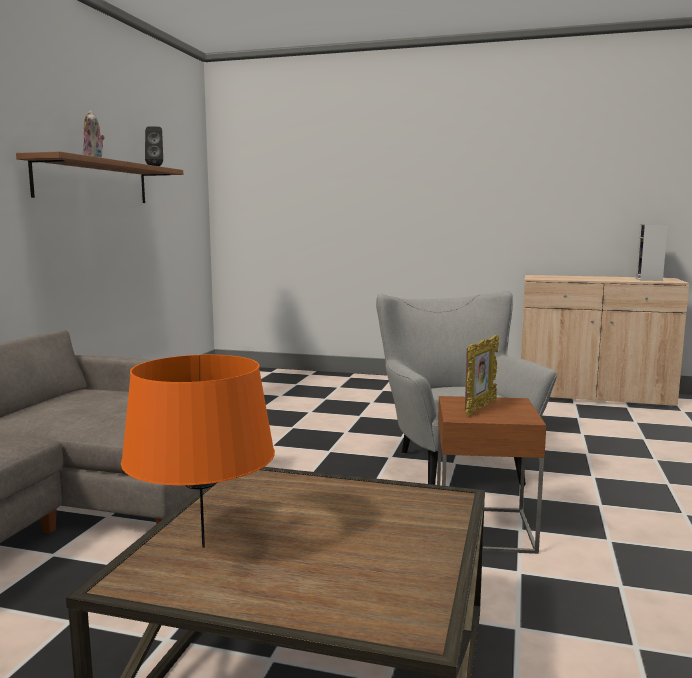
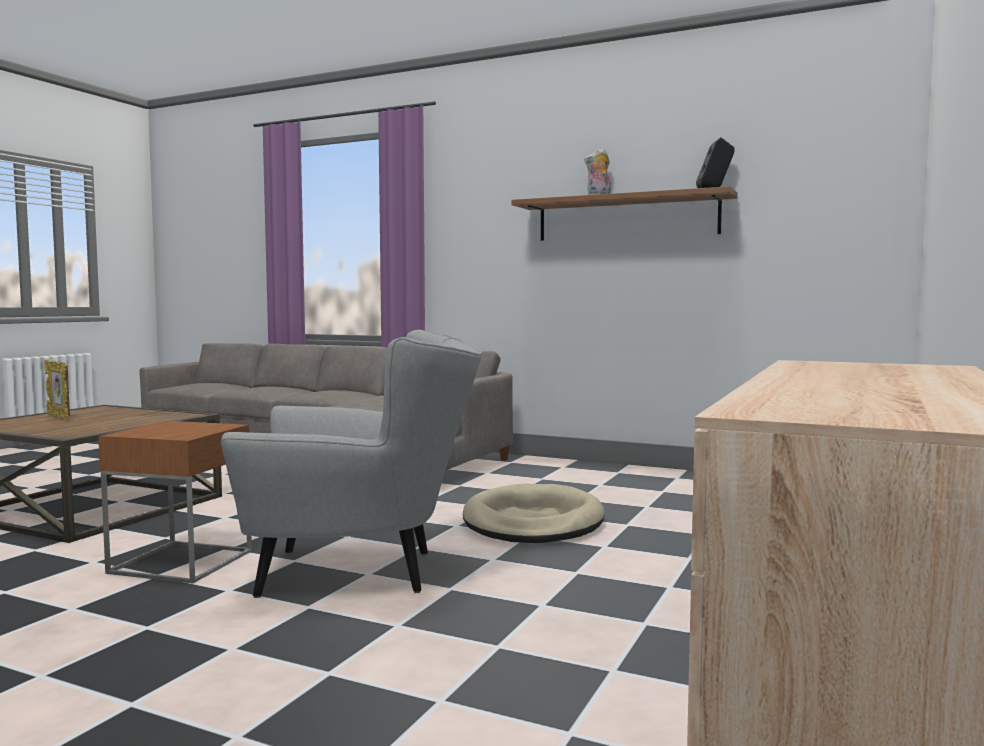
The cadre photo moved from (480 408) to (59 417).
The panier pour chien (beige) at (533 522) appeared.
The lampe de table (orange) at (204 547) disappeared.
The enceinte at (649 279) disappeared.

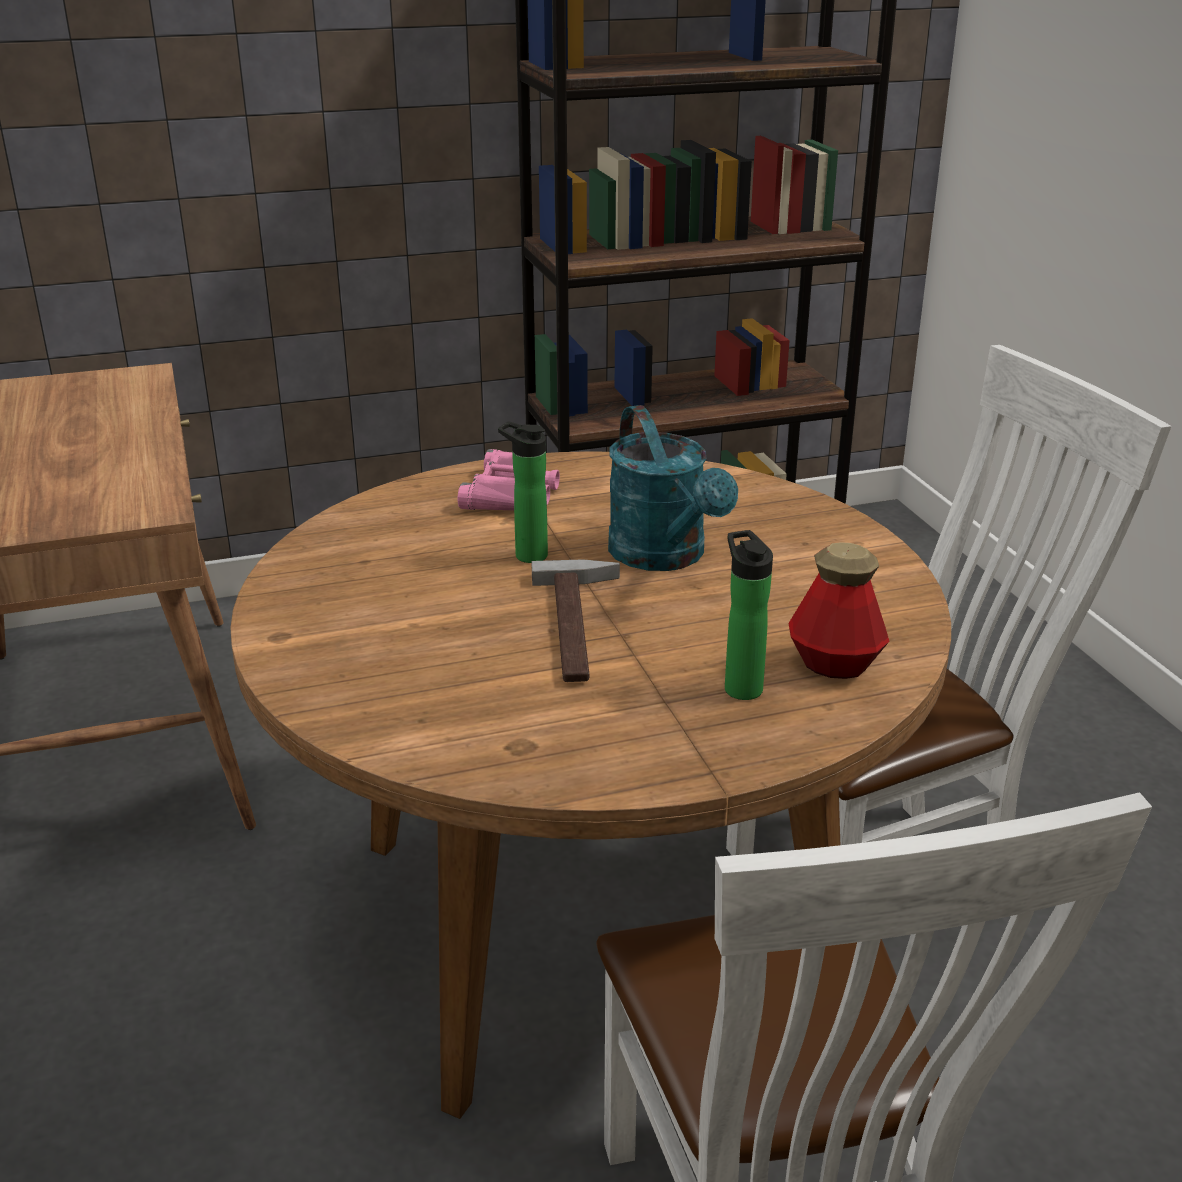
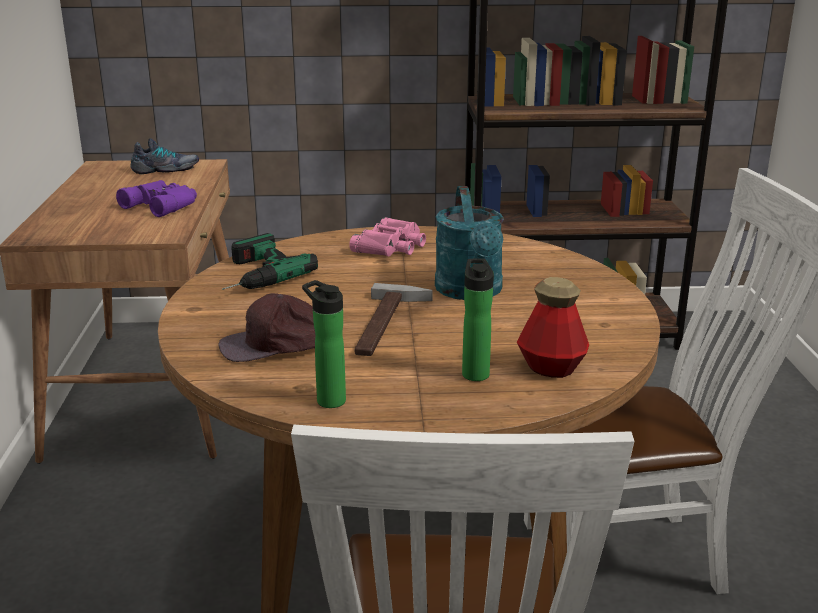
The jumelles (violet) at (163 205) appeared.
The chaussure at (166 170) appeared.
The casquette (marron) at (276 345) appeared.
The perceuse at (251 275) appeared.
The bouteille moved from (526 555) to (328 399).

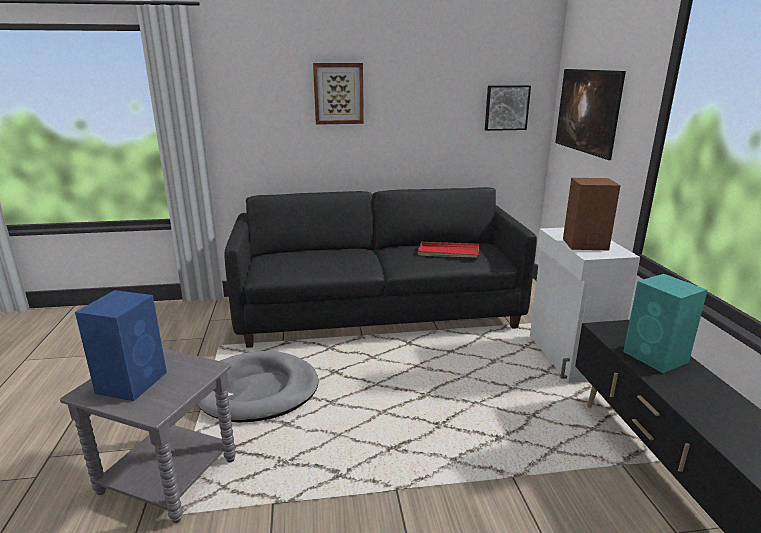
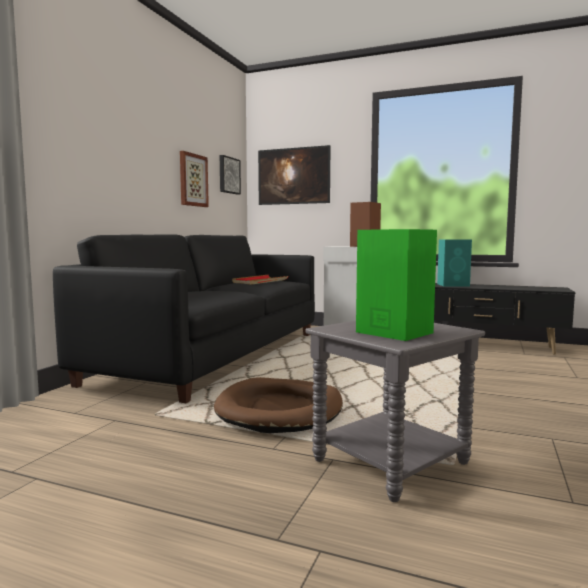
The tableau moved from (338 93) to (193 180).
The panier pour chien (gris) at (257 390) became the panier pour chien (marron) at (280 410).
The enceinte (bleu) at (133 382) became the enceinte (vert) at (392 332).

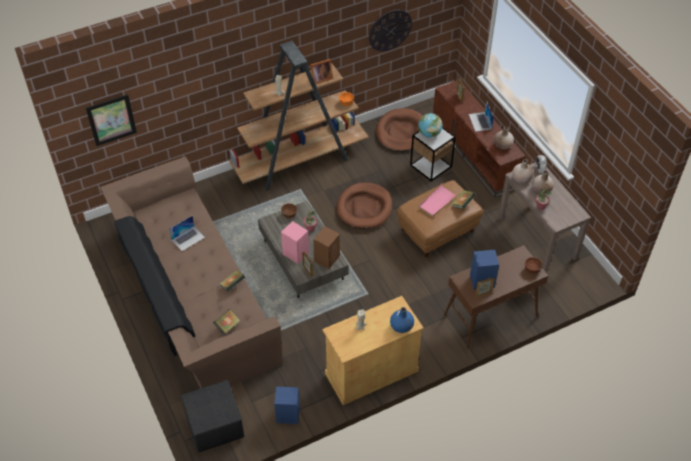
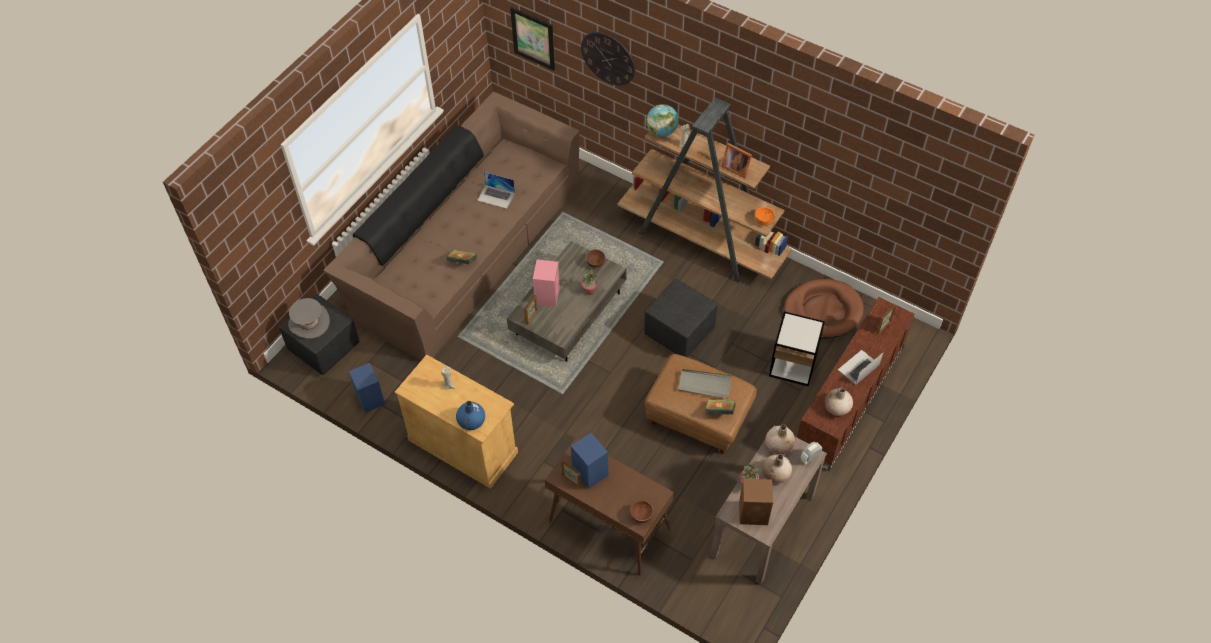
The chapeau (gris) at (309 322) appeared.
The horloge murale moved from (390 30) to (608 58).
The panier pour chien (marron) at (364 208) was replaced by the pouf (noir) at (680 332).
The globe moved from (429 134) to (662 131).
The plateau (rose) at (437 201) became the plateau (gris) at (704 385).
The enceinte (marron) moved from (327 258) to (754 513).
The livre at (227 326) disappeared.

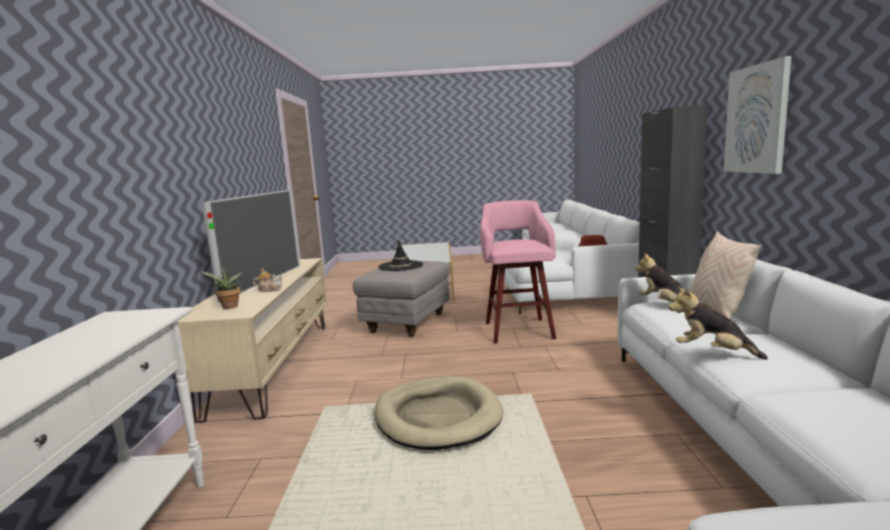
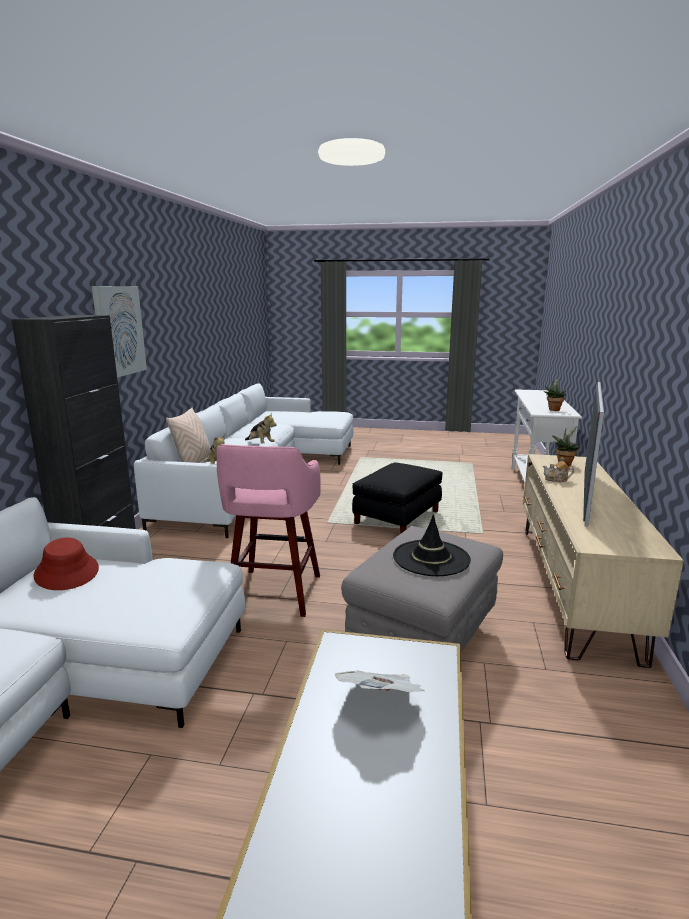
The journal at (381 700) appeared.
The panier pour chien (beige) at (438 417) was replaced by the pouf (noir) at (397 518).
The plante en pot at (553 409) appeared.

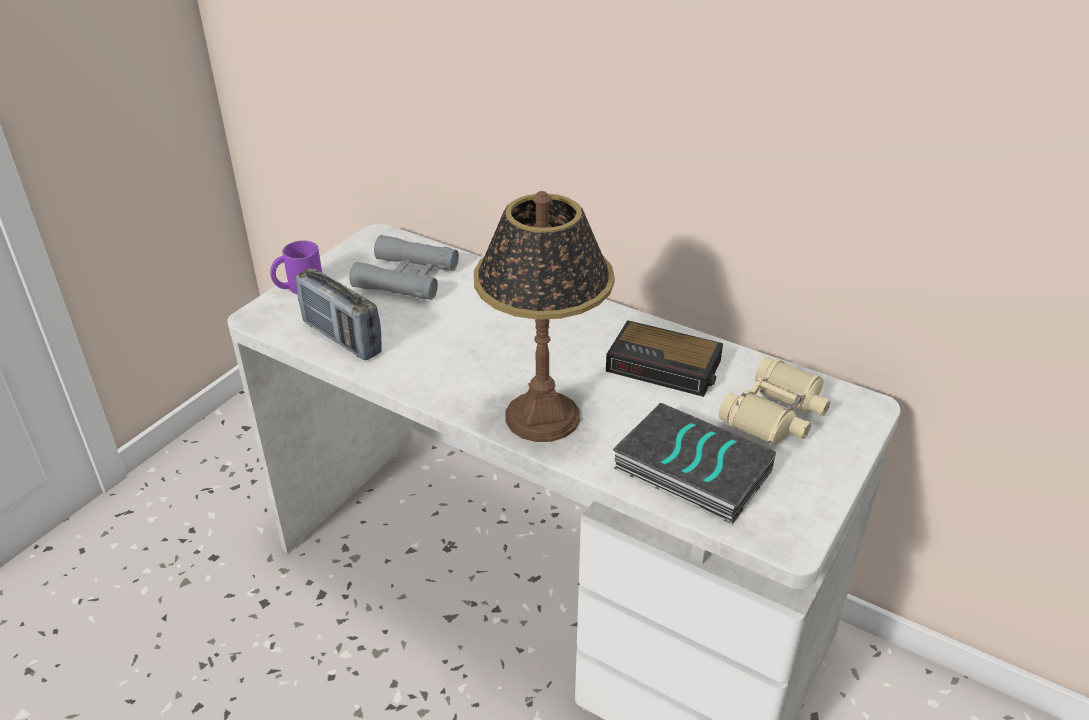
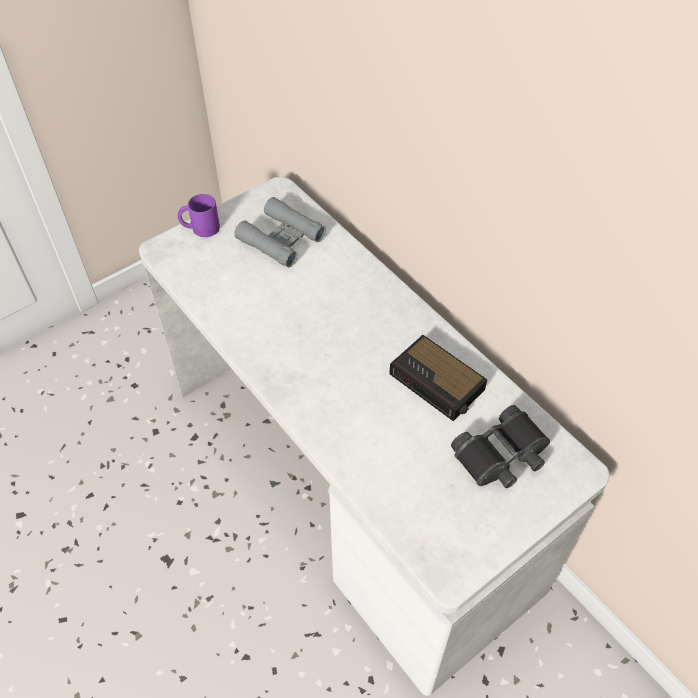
The jumelles (beige) at (776 414) became the jumelles (noir) at (501 456).
The radio at (342 338) disappeared.
The lampe de table at (543 416) disappeared.
The livre at (690 471) disappeared.

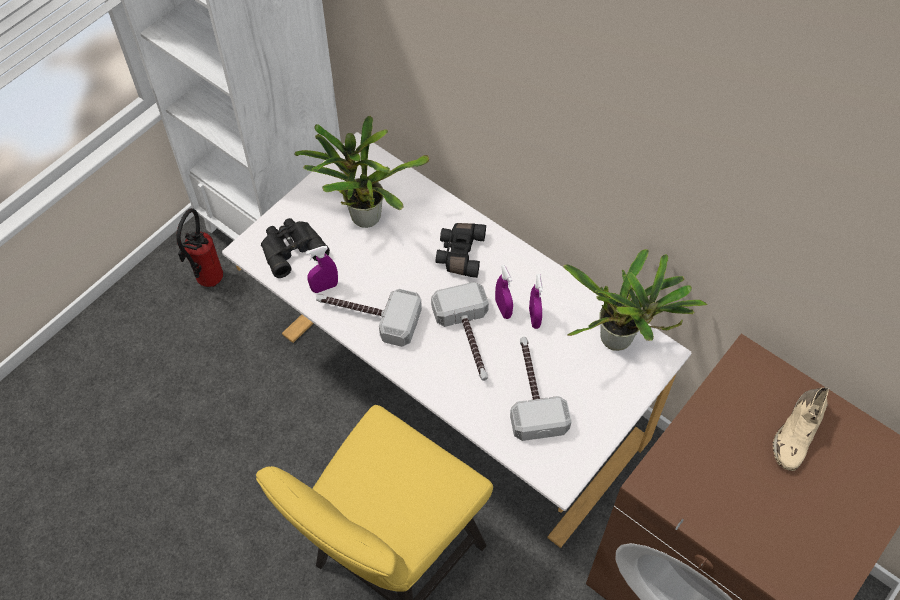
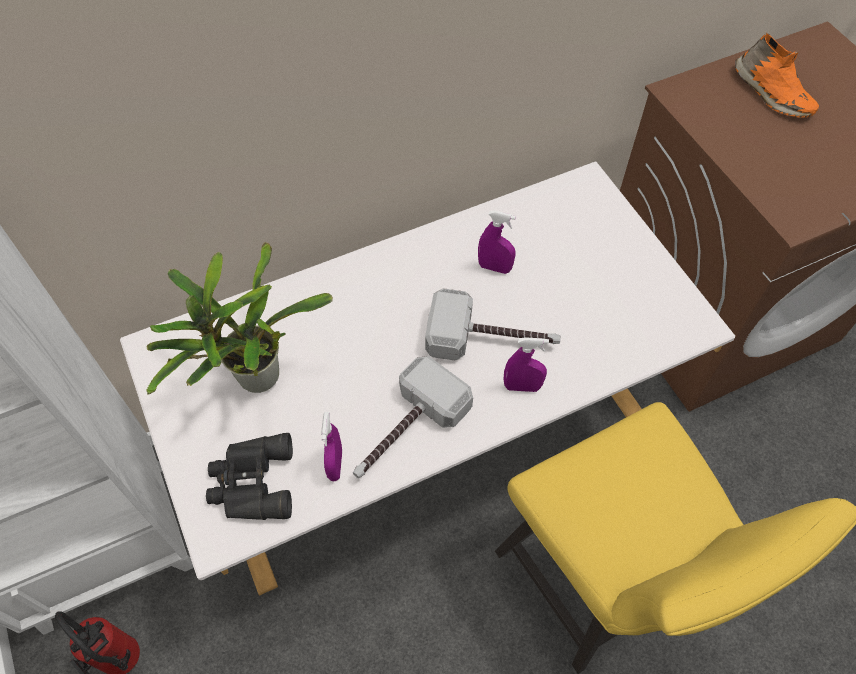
The vaporisateur (violet) moved from (503 309) to (522 387).
The chaussure (beige) at (797 432) became the chaussure (orange) at (770 93).
The jumelles (noir) at (459 254) disappeared.
The marteau at (532 391) disappeared.
The plante en pot at (620 341) disappeared.

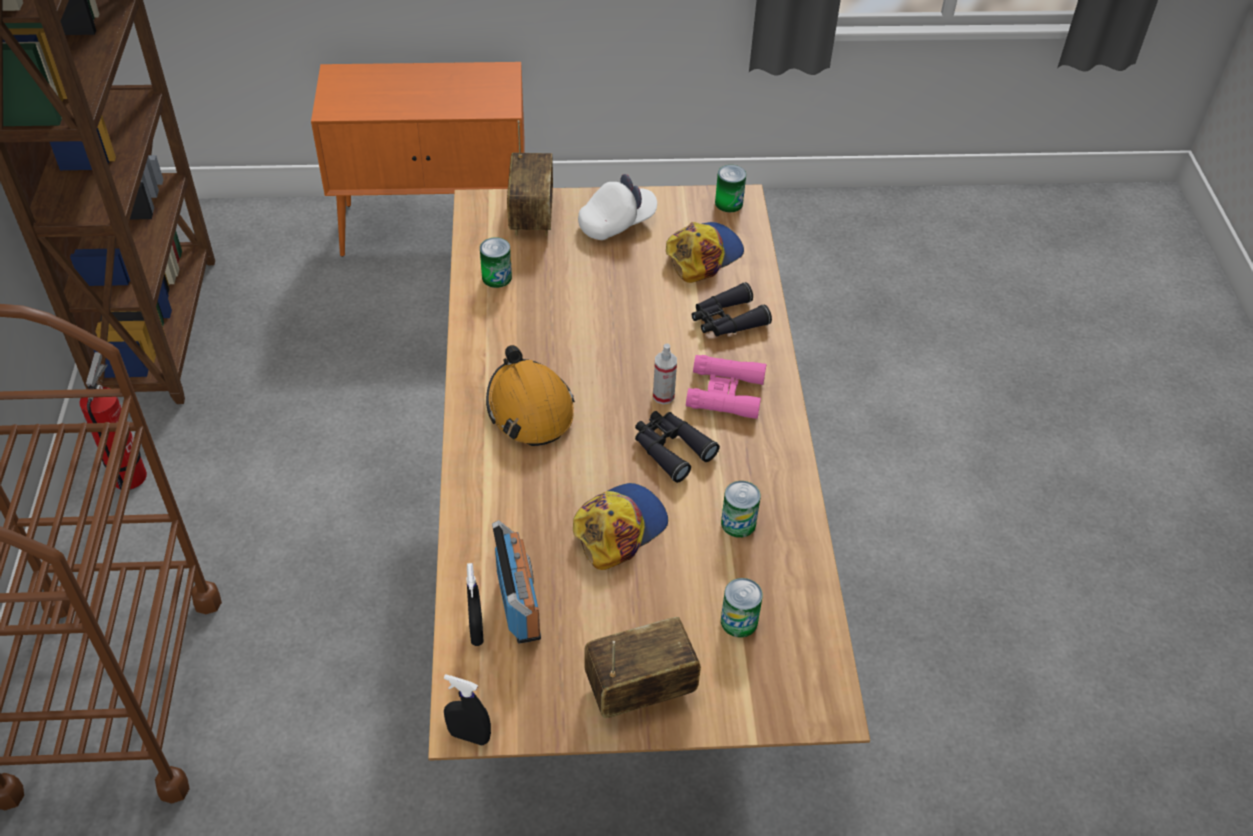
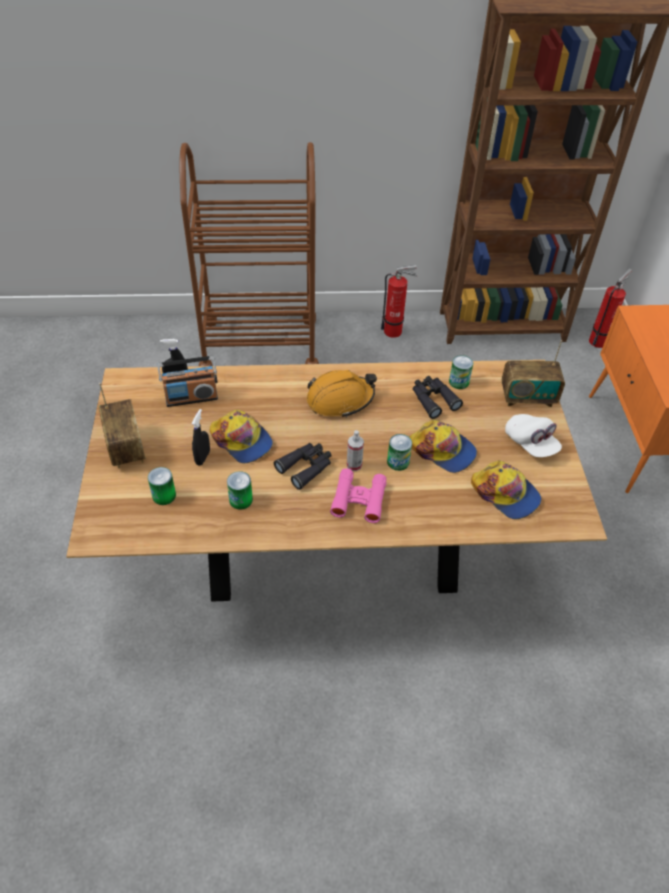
The vaporisateur (noir) moved from (469 736) to (202 457).
The boîte métallique moved from (729 203) to (398 462).
The casquette at (443 450) appeared.
The jumelles (noir) moved from (727 320) to (433 399).
The extincteur at (599 340) appeared.

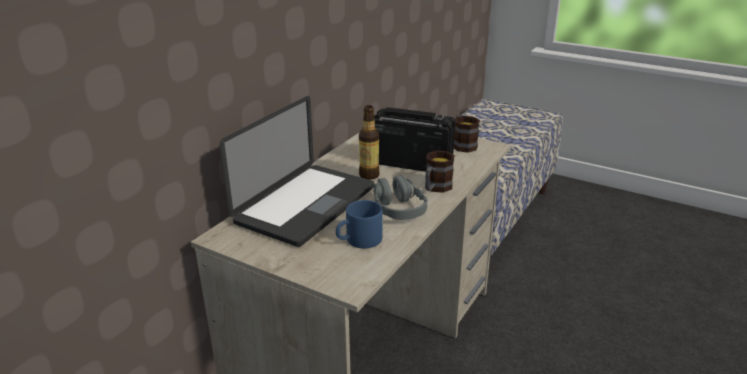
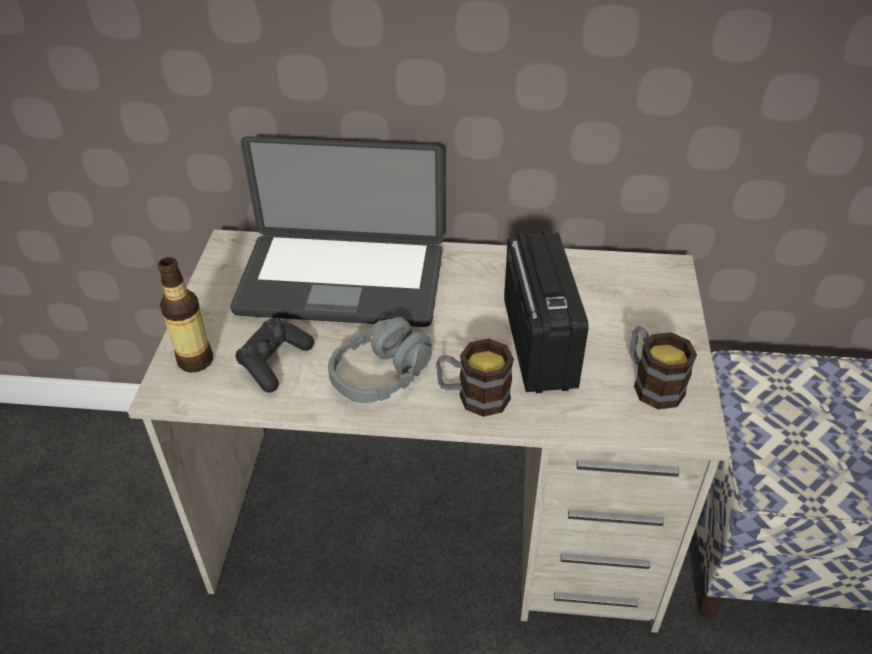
The bouteille moved from (369 175) to (195 361).
The mug (bleu) at (359 241) was replaced by the manette (noir) at (274 363).

